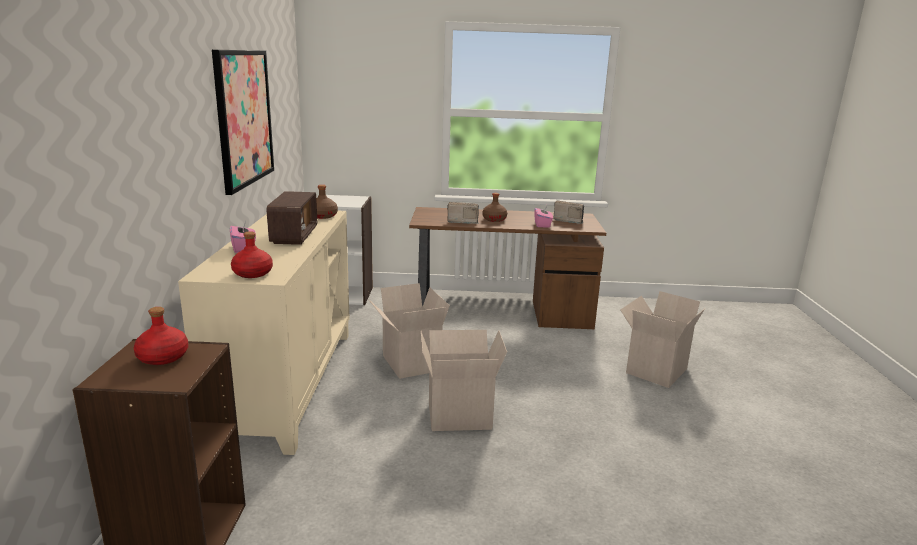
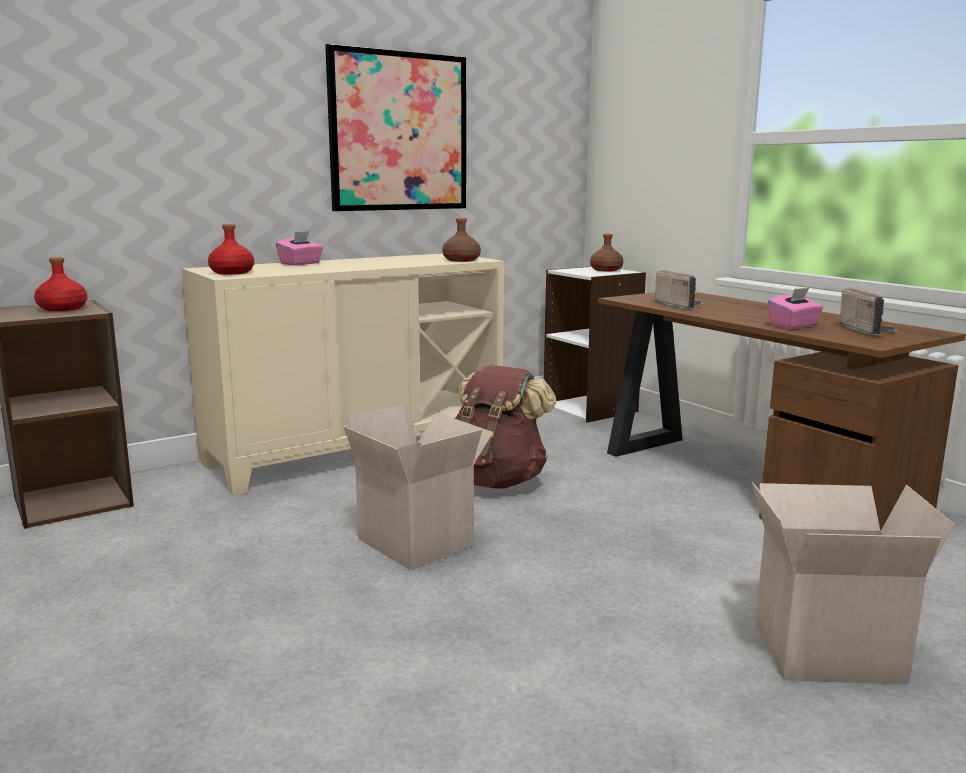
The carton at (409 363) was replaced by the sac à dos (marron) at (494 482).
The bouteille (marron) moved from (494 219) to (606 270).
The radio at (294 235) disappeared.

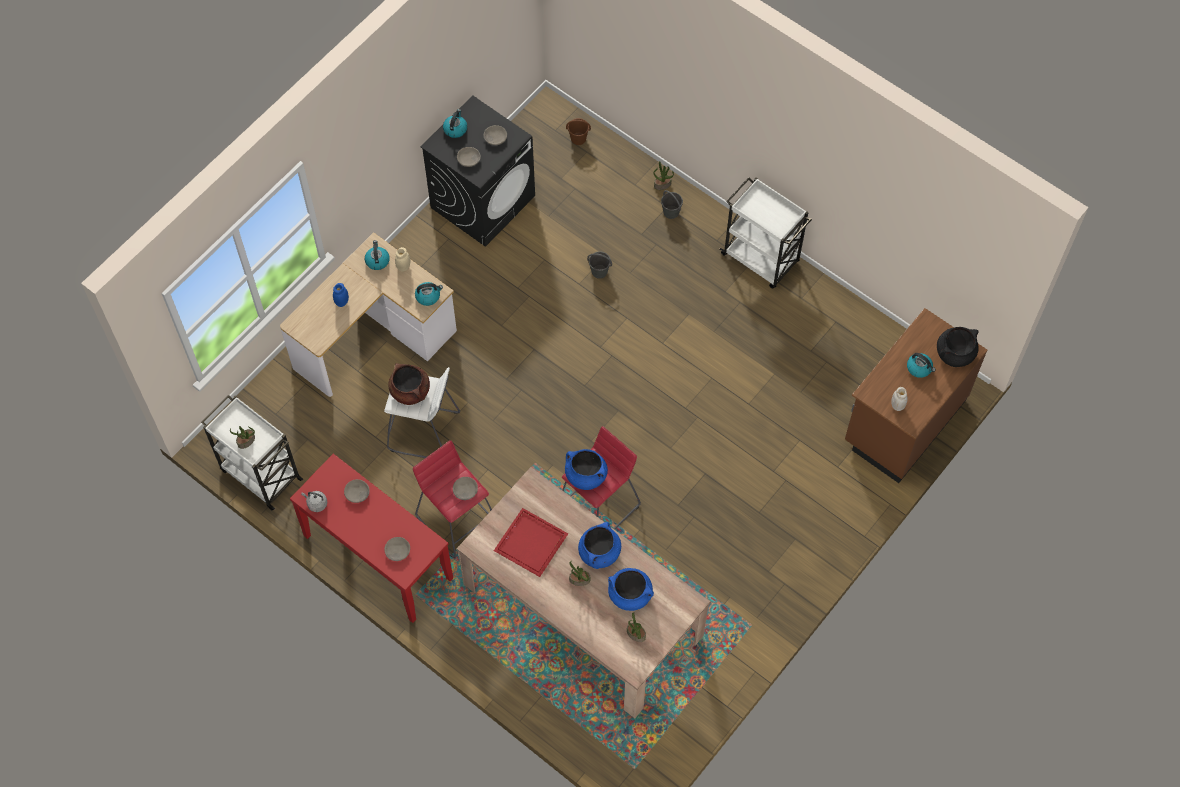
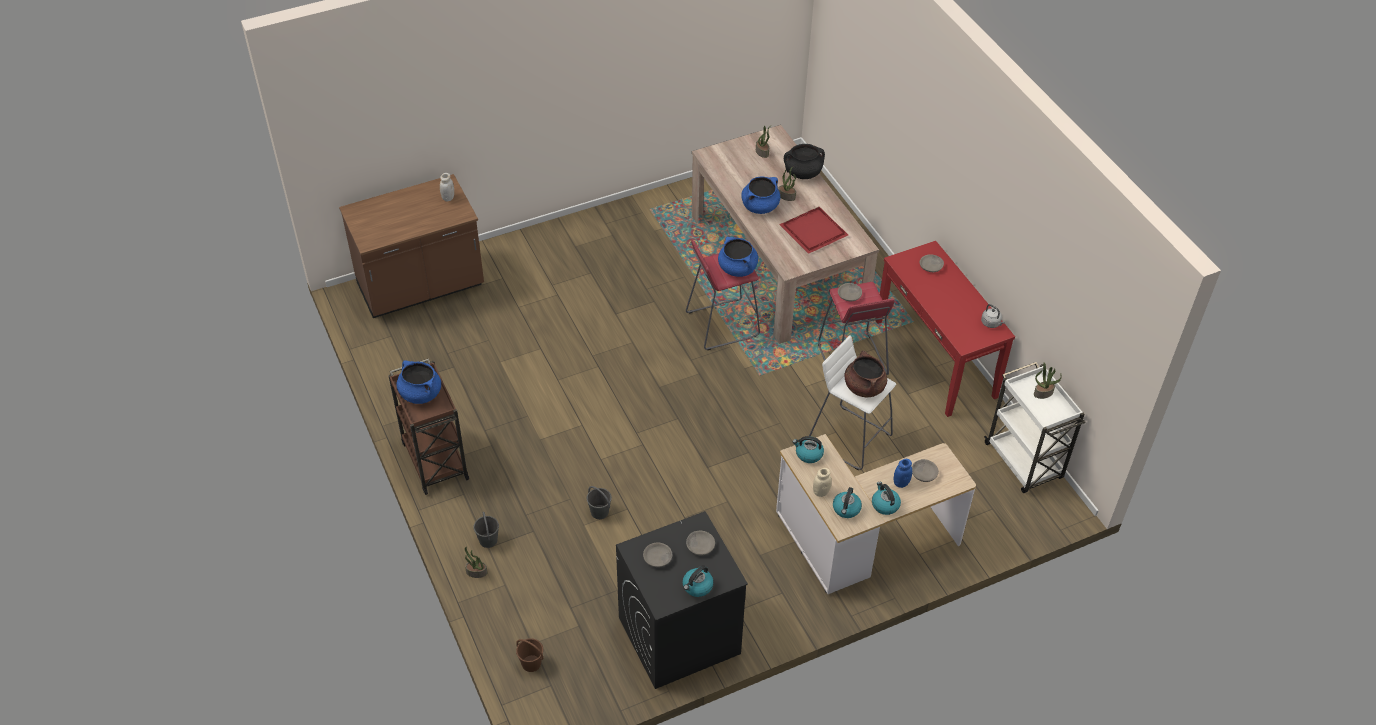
The chariot (blanc) at (761 259) became the chariot (marron) at (434 459).
The marmite (bleu) moved from (630 594) to (420 393).
The marmite (noir) moved from (955 353) to (803 173).
The bouilloire moved from (919 368) to (885 504).
The bol (gris) moved from (357 493) to (924 473).

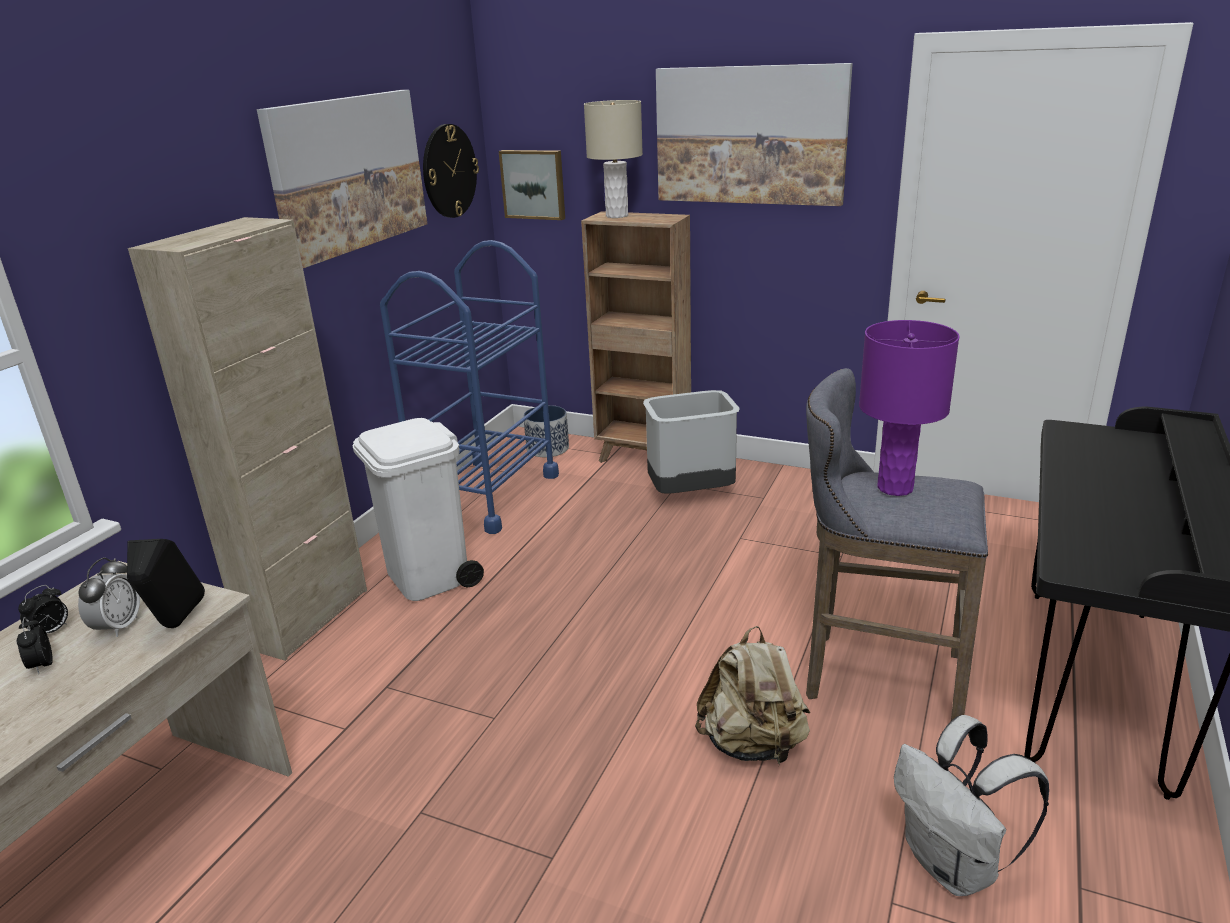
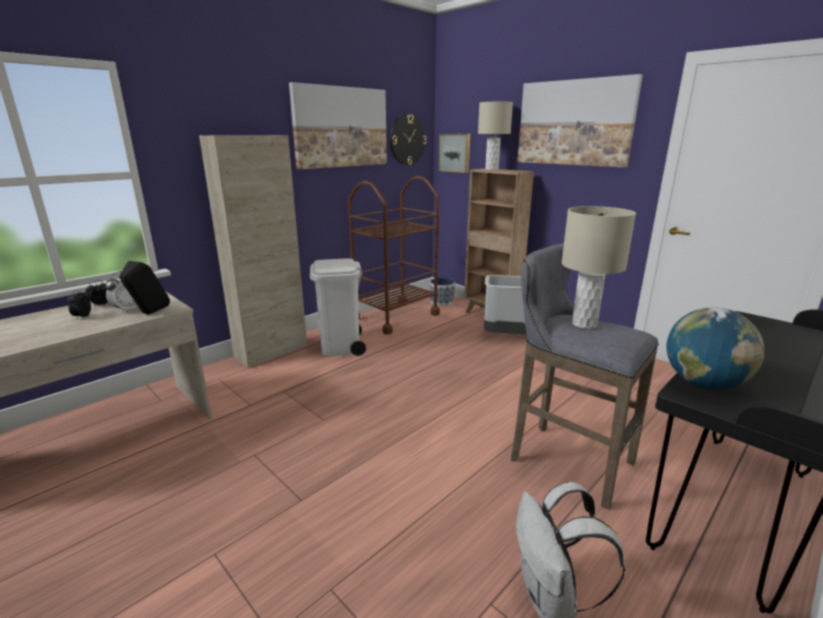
The chariot (bleu) at (486 495) became the chariot (marron) at (395 316).
The lampe de table (violet) at (895 488) became the lampe de table (beige) at (584 324).
The globe at (703 384) appeared.
The sac à dos (beige) at (752 744) disappeared.

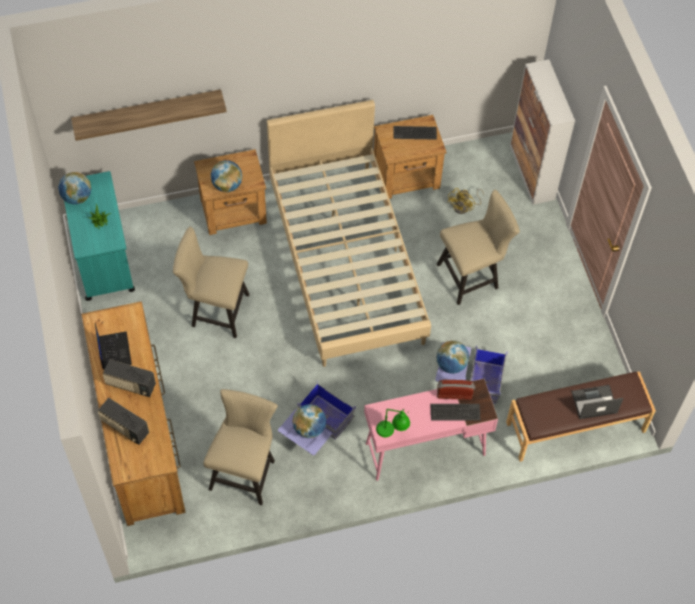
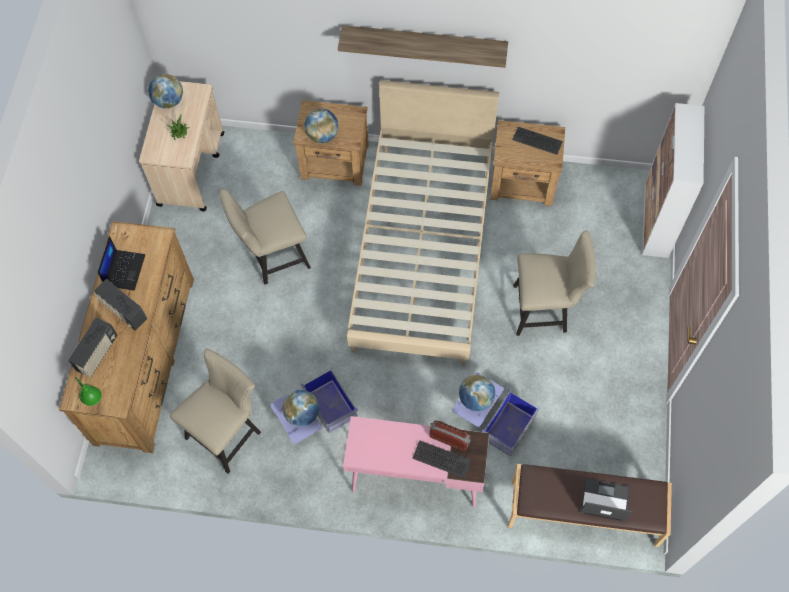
The radio at (125 428) turned 120 degrees counterclockwise.
The lampe de table (vert) moved from (392 432) to (95 401).
The chariot (turquoise) at (103 258) became the chariot (beige) at (191 168).
The chaise (beige) at (215 310) turned 60 degrees counterclockwise.
The étagère moved from (147 111) to (424 42).
The ventilateur (jaune) at (464 207) disappeared.

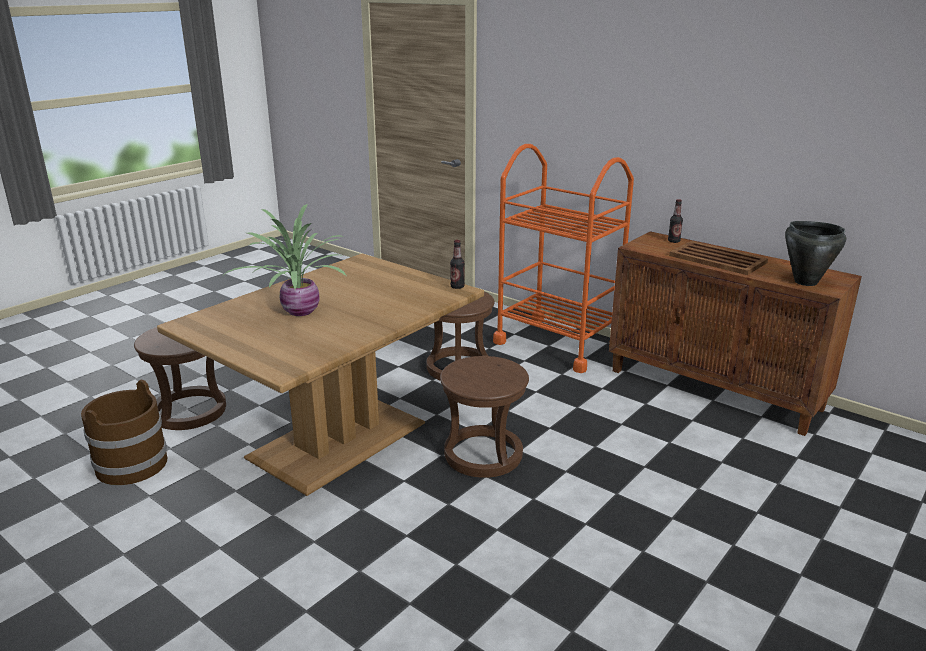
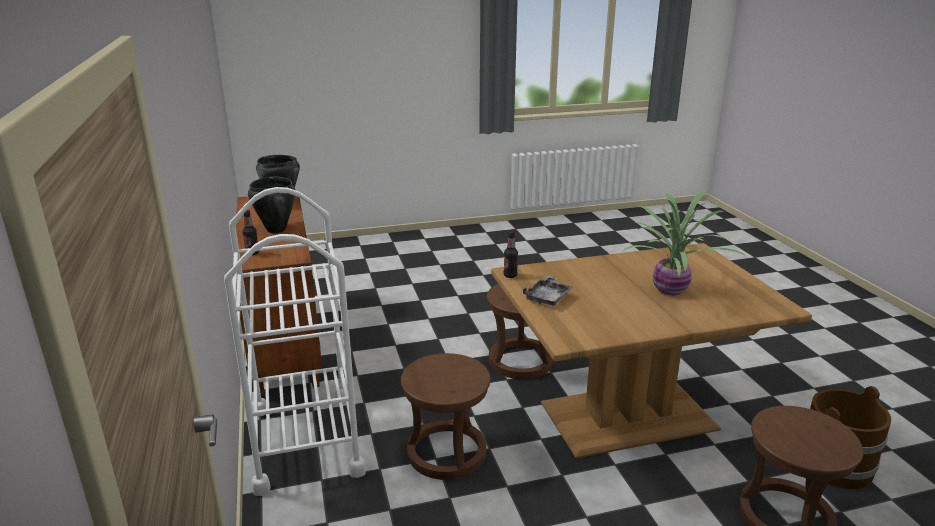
The chariot (orange) at (557 344) became the chariot (blanc) at (305 441).
The plateau (marron) at (717 259) was replaced by the marmite (noir) at (276 230).
The plateau (gris) at (548 297) appeared.

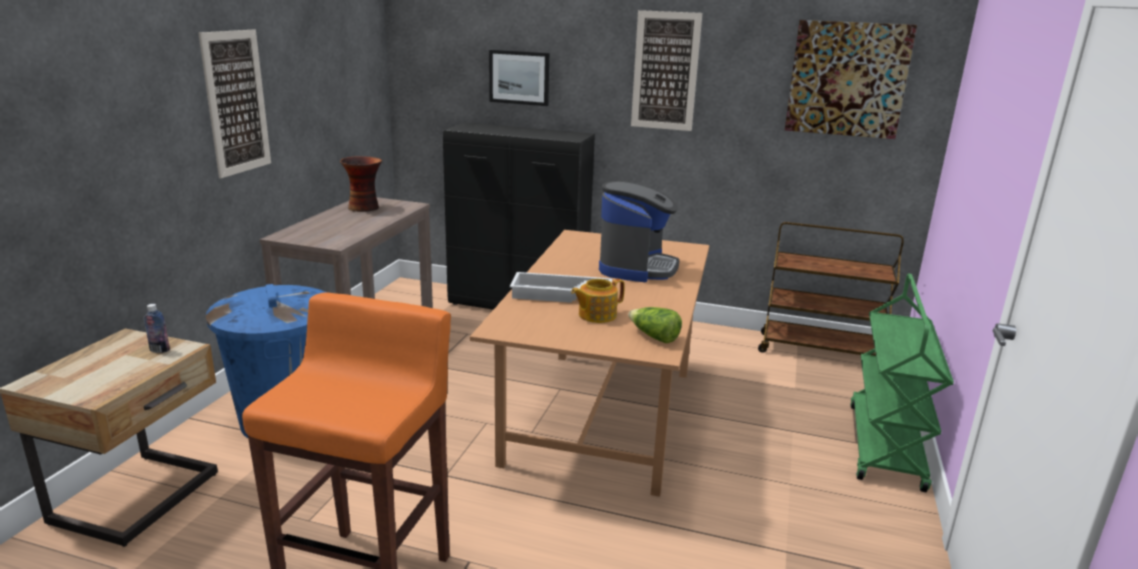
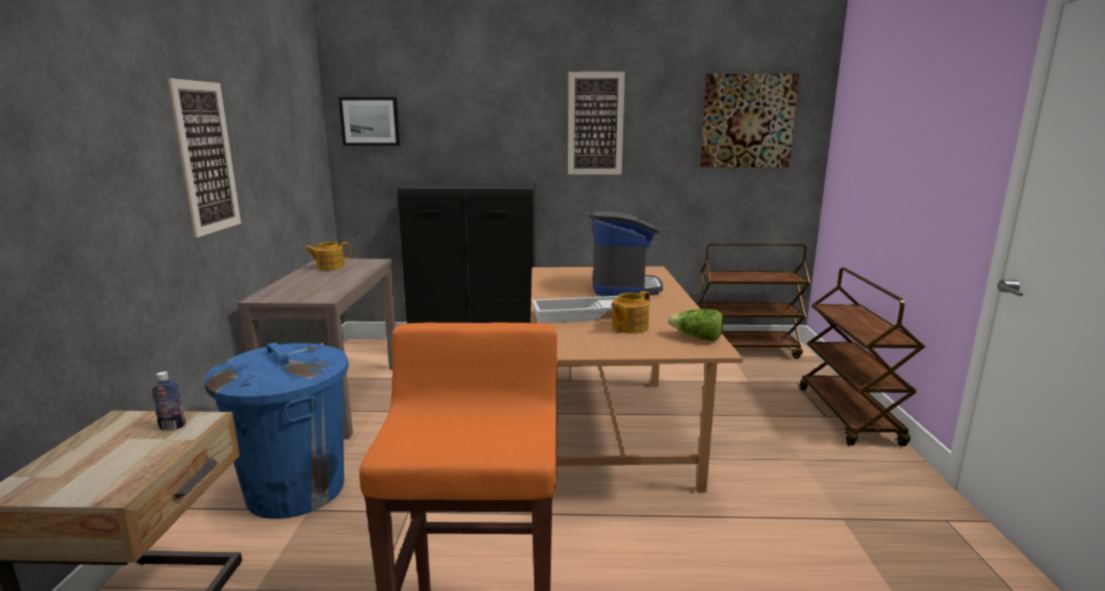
The vase at (364 208) was replaced by the théière at (329 267).
The tableau moved from (519 77) to (370 121).
The chariot (vert) at (885 447) became the chariot (marron) at (849 416).

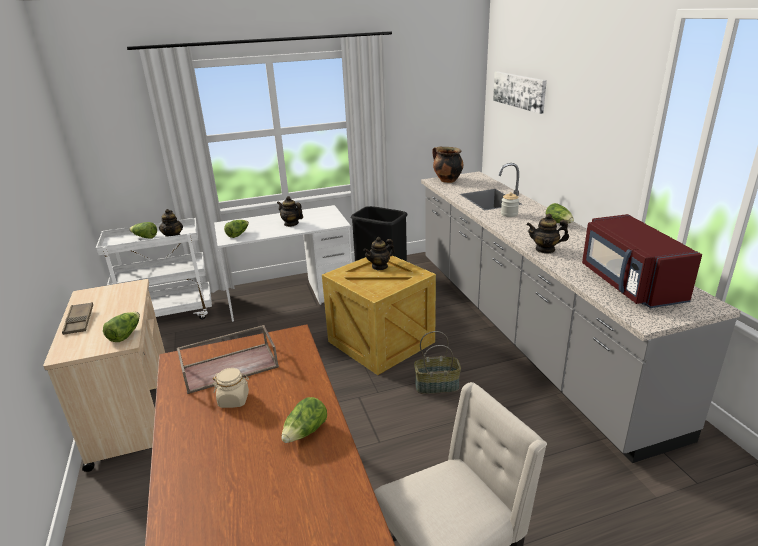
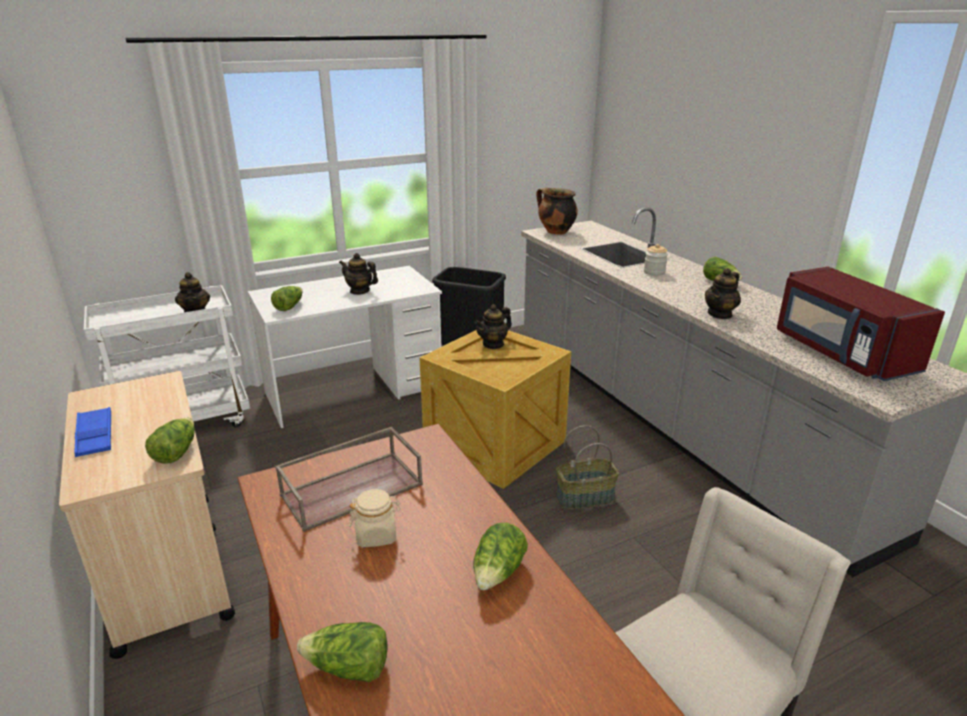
The plateau (marron) at (79 321) became the plateau (bleu) at (95 436).
The laitue moved from (145 237) to (348 668).
The théière at (545 249) turned 45 degrees counterclockwise.
The tableau at (519 91) disappeared.

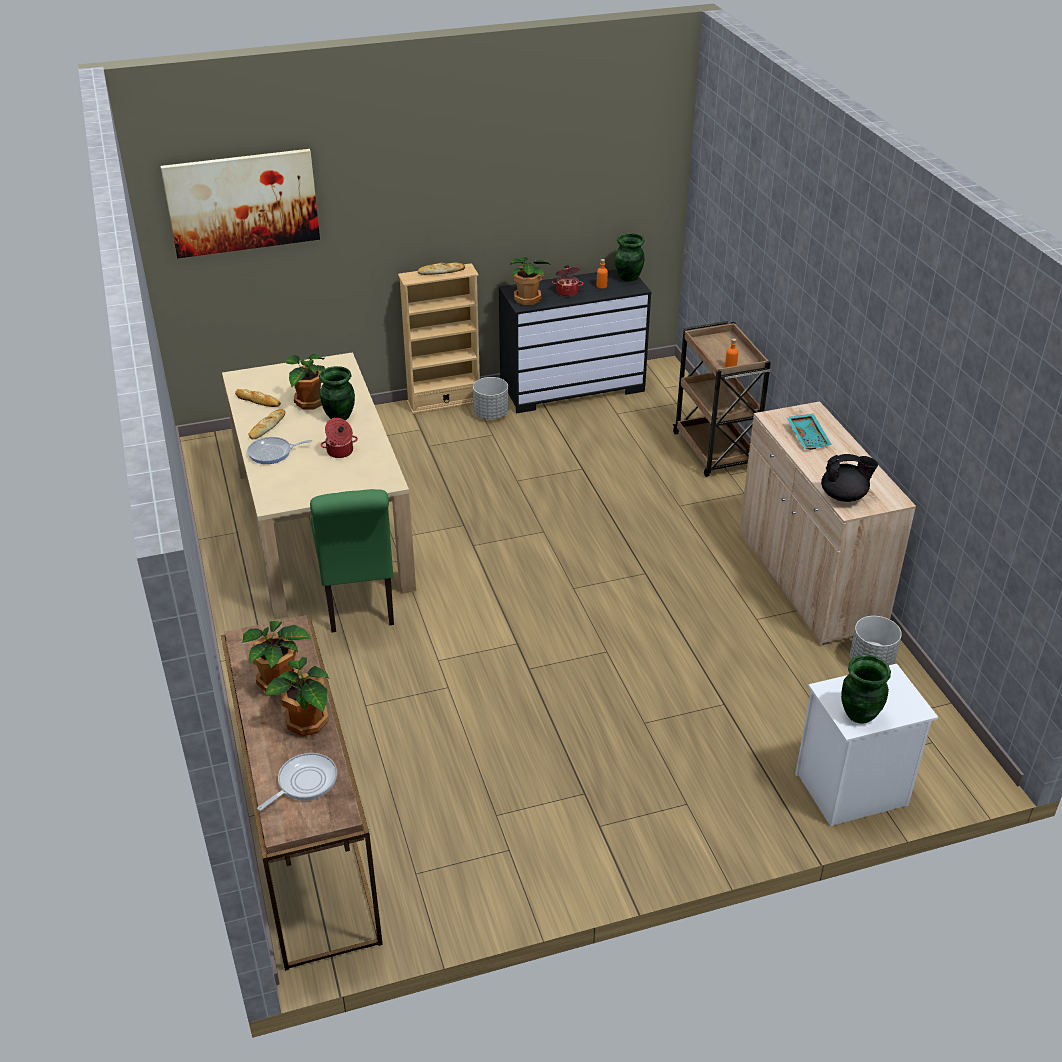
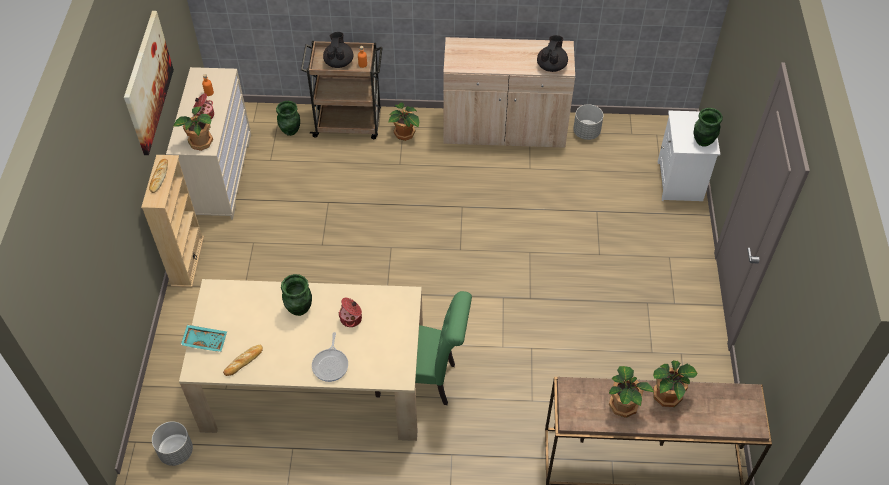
The tableau moved from (242 202) to (147 82).
The cache-pot (gris) moved from (491 414) to (176 451).
The commode (noir) at (572 388) became the commode (beige) at (219 174).
The plateau (turquoise) moved from (809 437) to (205 340).
The vase (vert) moved from (628 278) to (290 131).
The théière (noir) at (339 62) appeared.
The plante en pot moved from (309 402) to (404 134).
The pain at (267 427) disappeared.
The poêle at (304 782) disappeared.

